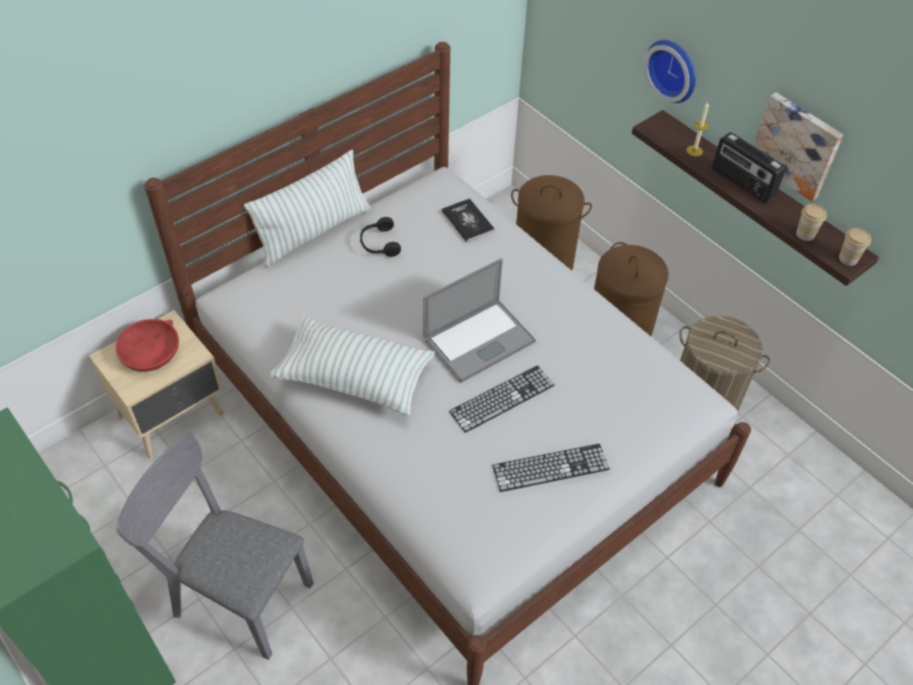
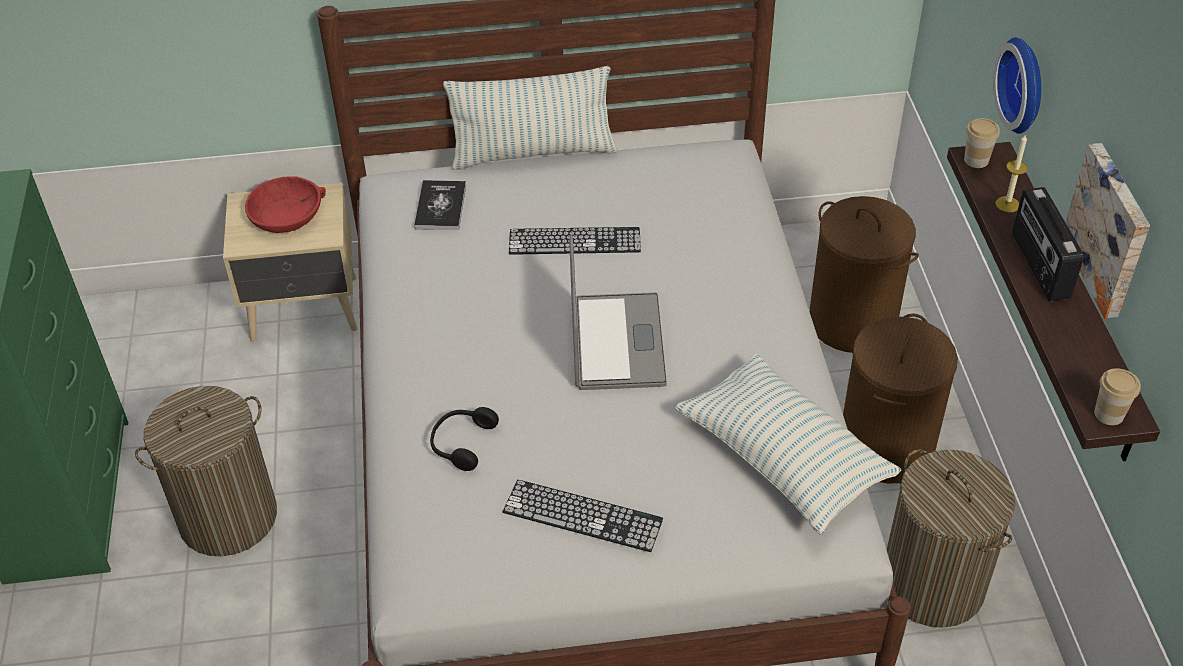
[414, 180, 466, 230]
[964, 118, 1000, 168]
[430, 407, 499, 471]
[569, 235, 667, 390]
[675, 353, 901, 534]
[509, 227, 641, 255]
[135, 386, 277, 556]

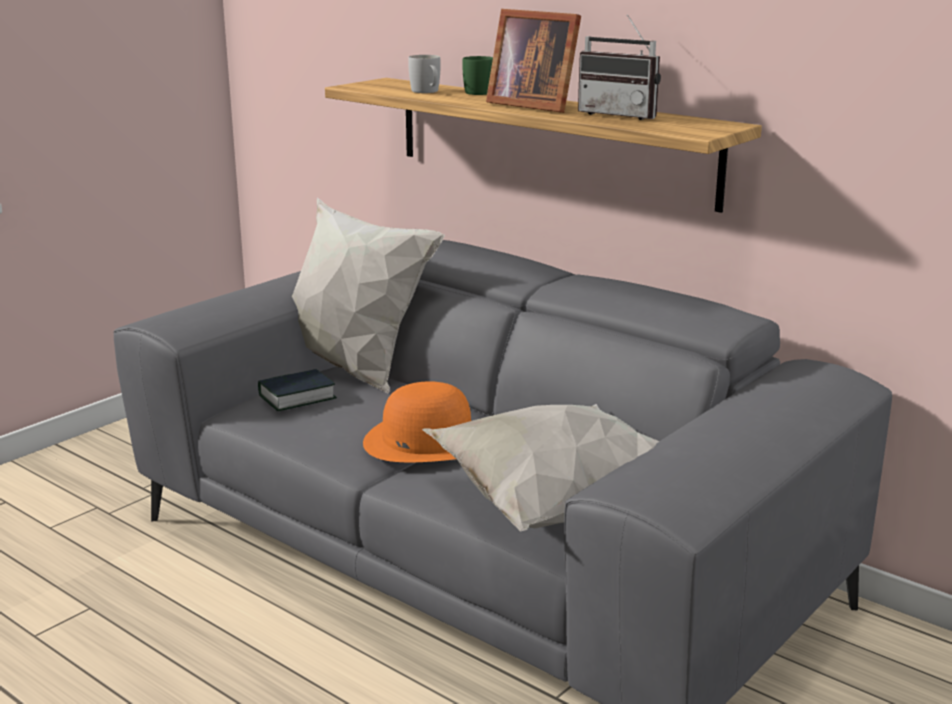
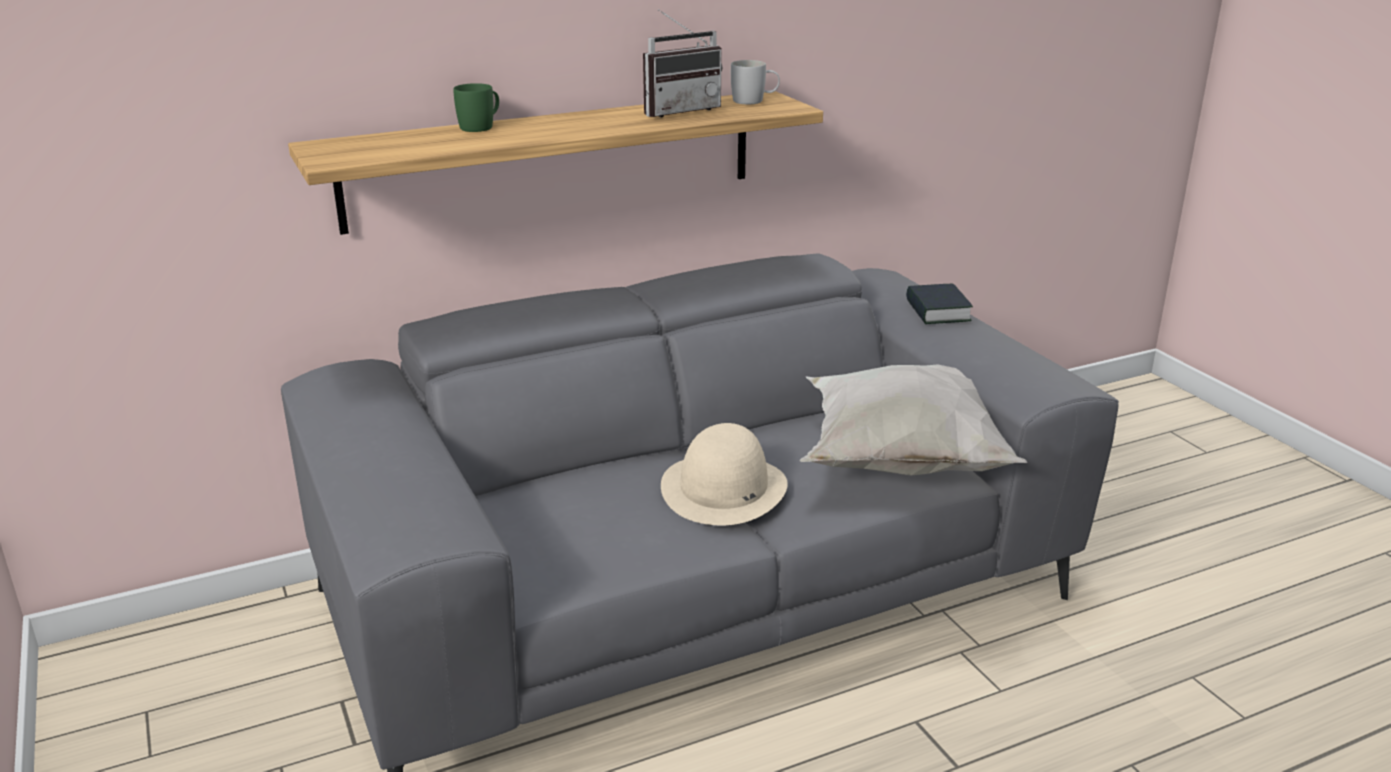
[486, 9, 581, 113] (first image)
[731, 60, 780, 104]
[292, 197, 445, 393] (first image)
[906, 284, 973, 324]
[661, 423, 788, 525]

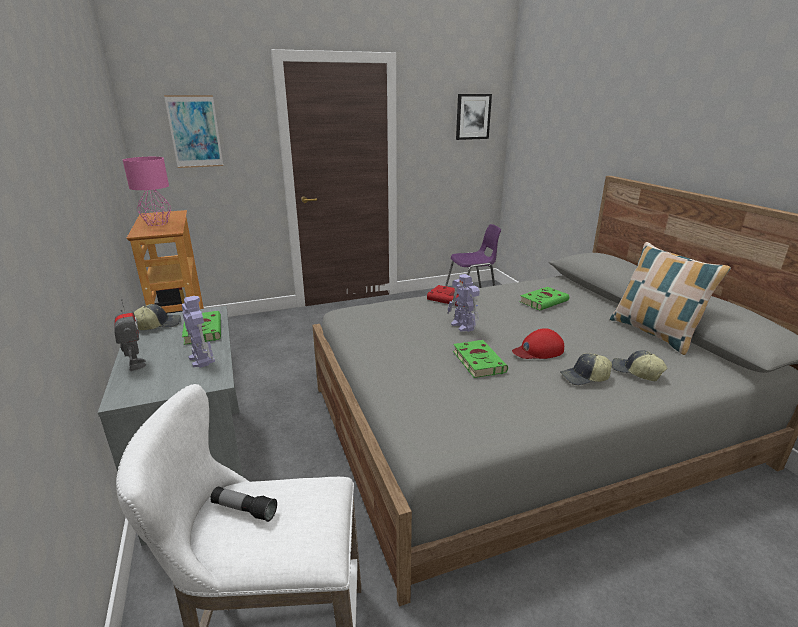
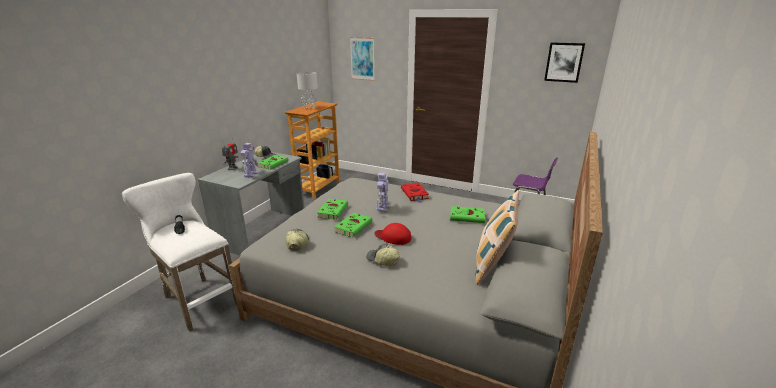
[297, 72, 318, 109]
[286, 229, 309, 250]
[317, 199, 348, 220]

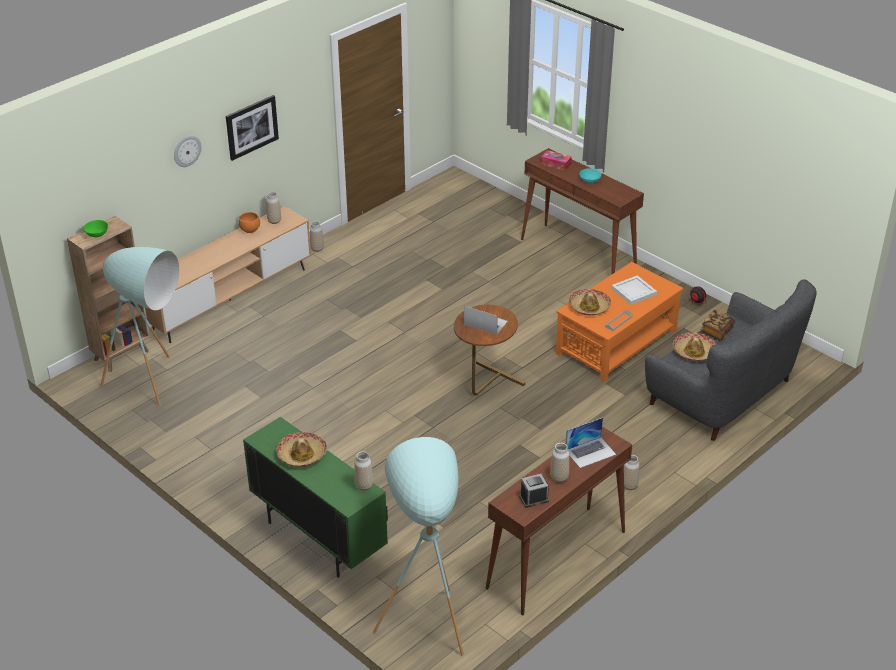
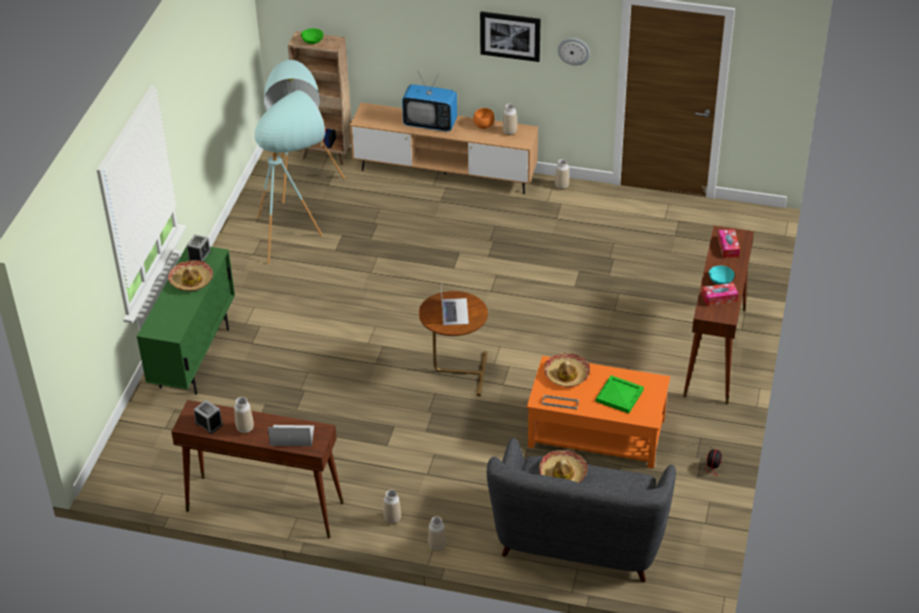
[558, 38, 590, 66]
[596, 375, 644, 414]
[701, 310, 735, 340] (first image)
[268, 425, 314, 446]
[255, 90, 325, 265]
[428, 516, 446, 551]
[402, 72, 457, 132]
[187, 235, 211, 262]
[702, 283, 738, 306]

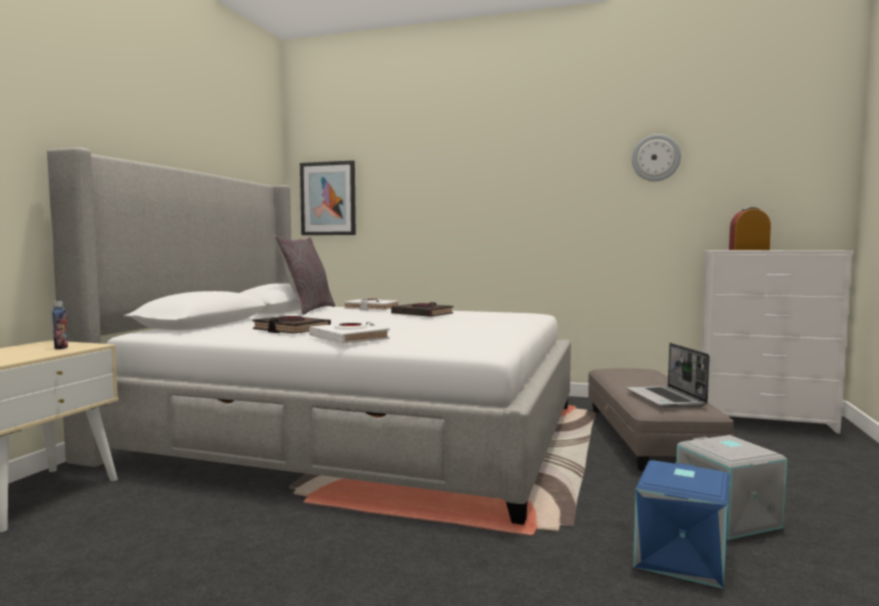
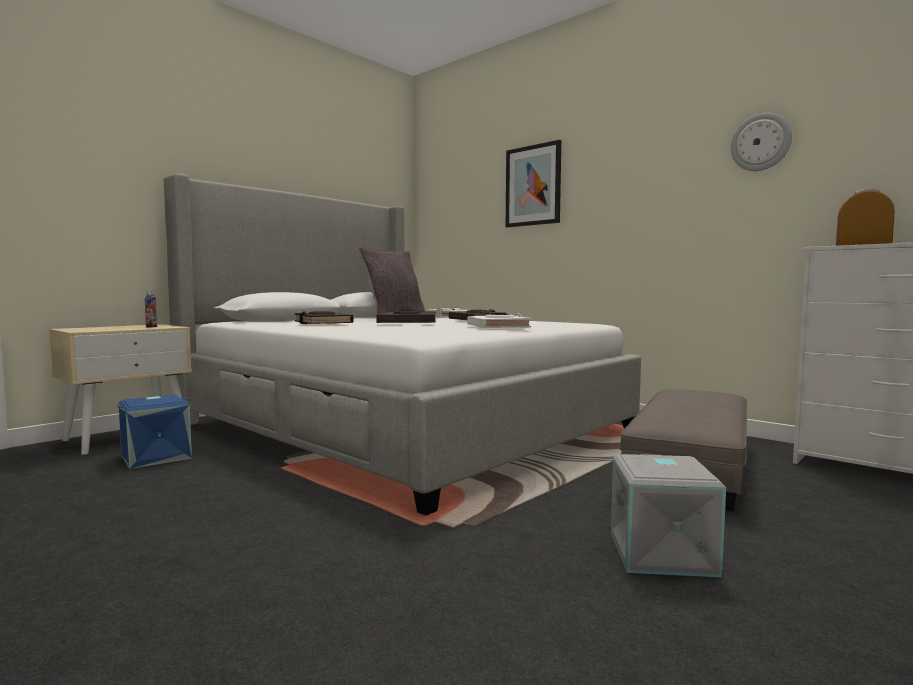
[506, 140, 561, 228]
[467, 314, 531, 328]
[626, 343, 710, 408] (first image)
[117, 394, 192, 469]
[376, 310, 435, 323]

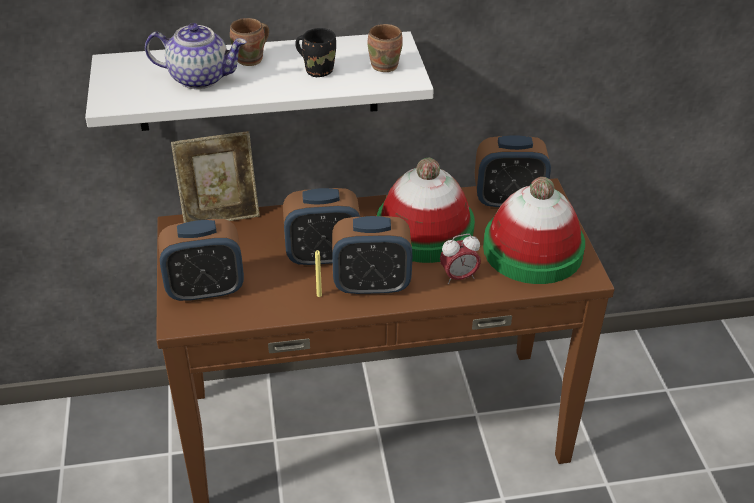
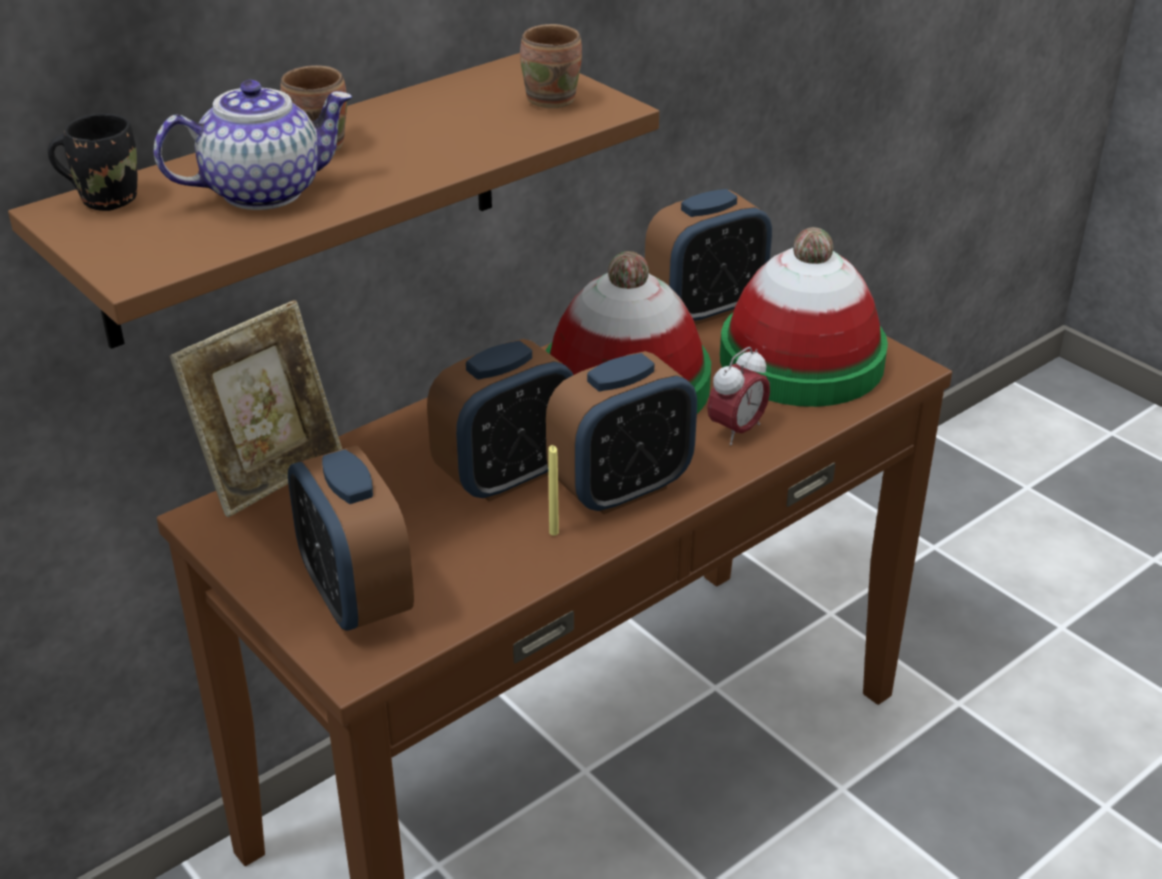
[48, 113, 138, 211]
[8, 53, 659, 349]
[288, 446, 414, 631]

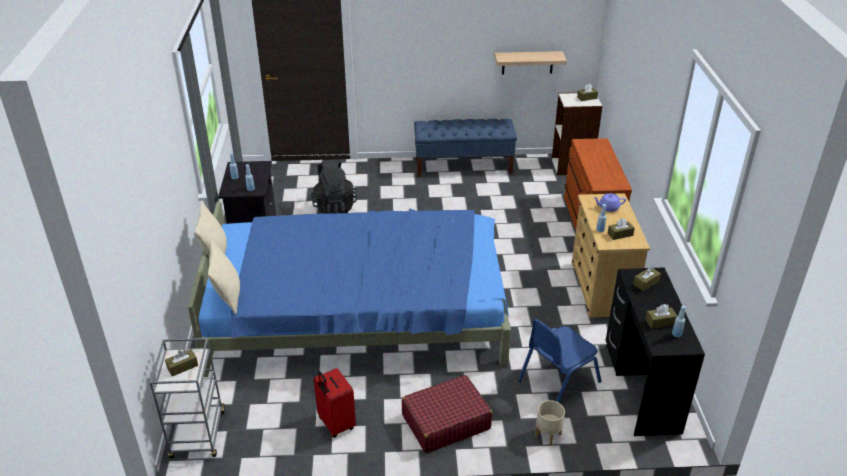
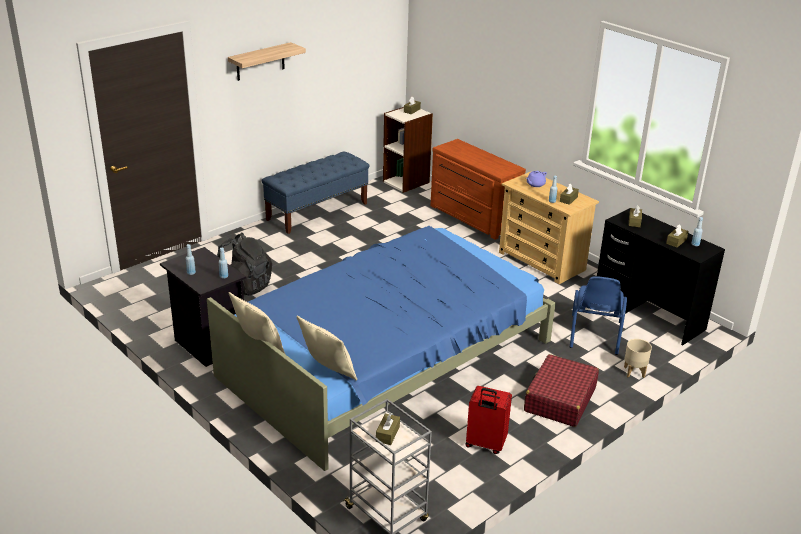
[228, 42, 306, 81]

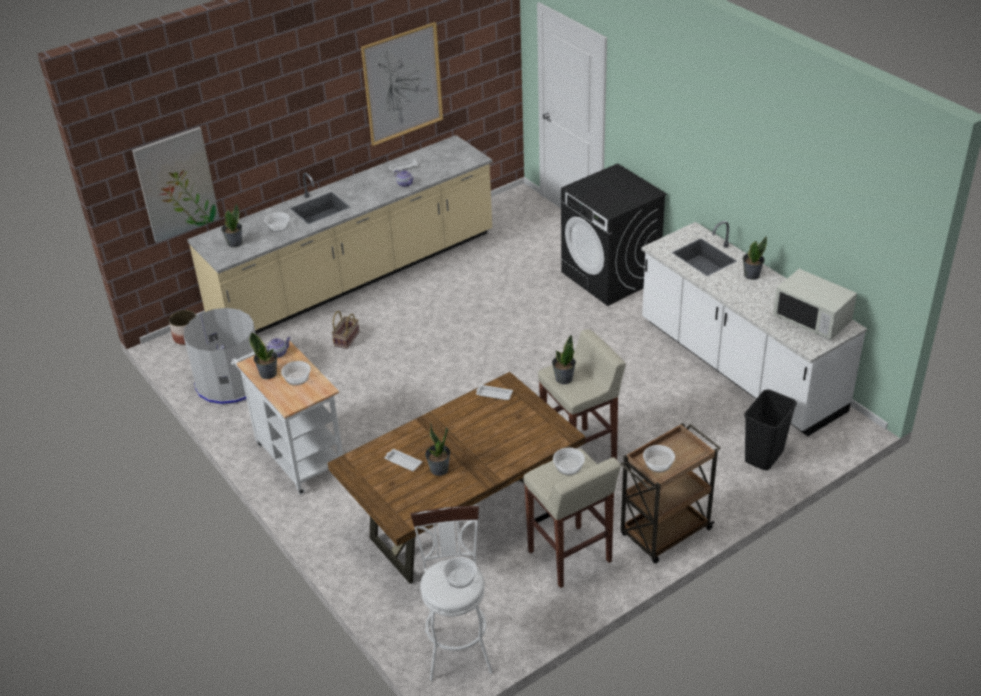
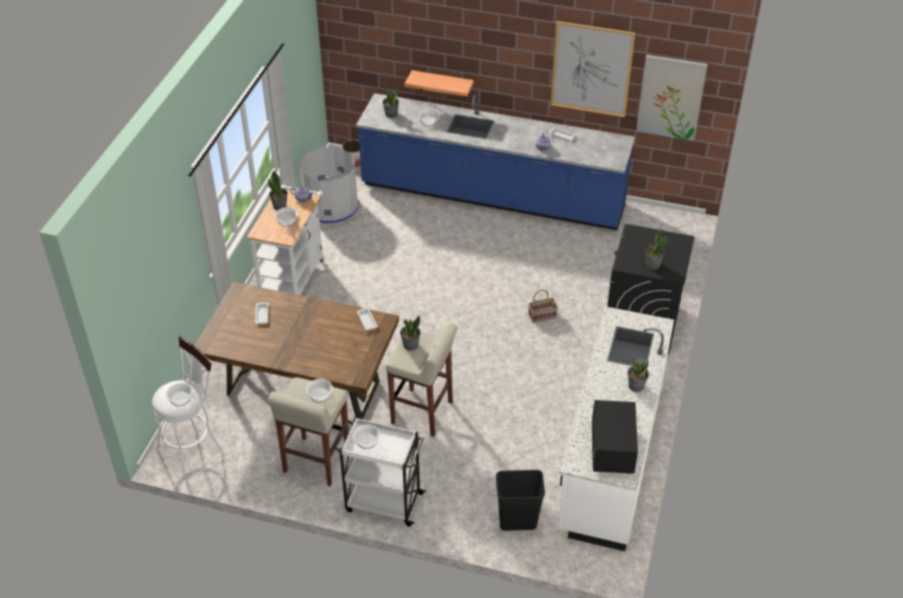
[636, 55, 708, 141]
[356, 93, 635, 230]
[592, 400, 638, 474]
[528, 290, 558, 323]
[334, 417, 426, 527]
[645, 229, 668, 270]
[404, 70, 474, 98]

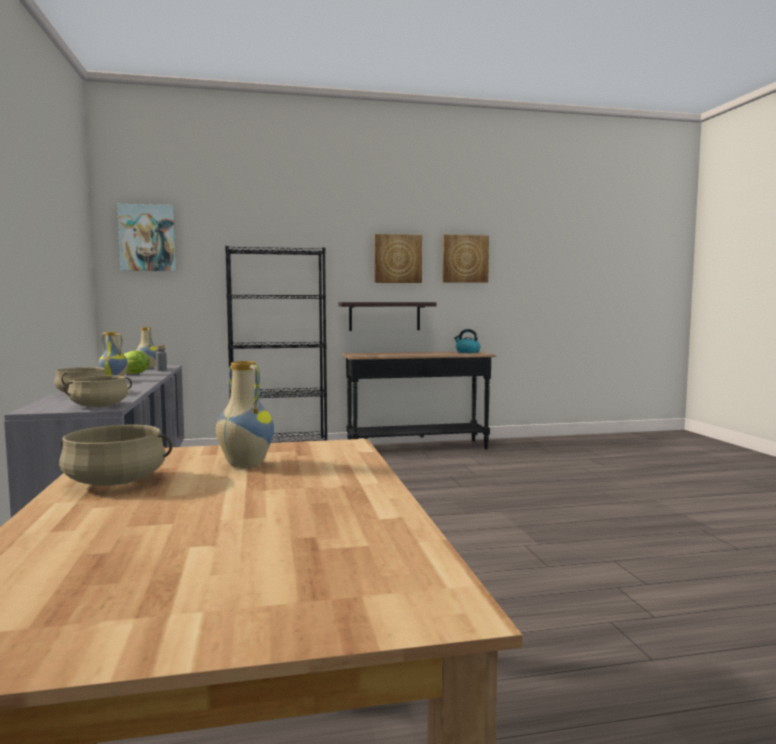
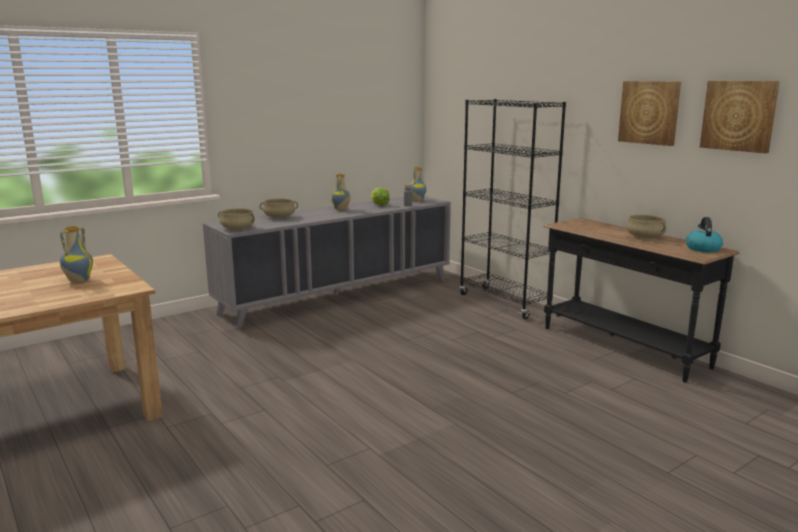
[117, 203, 176, 271] (first image)
[339, 302, 437, 331] (first image)
[626, 214, 667, 238]

